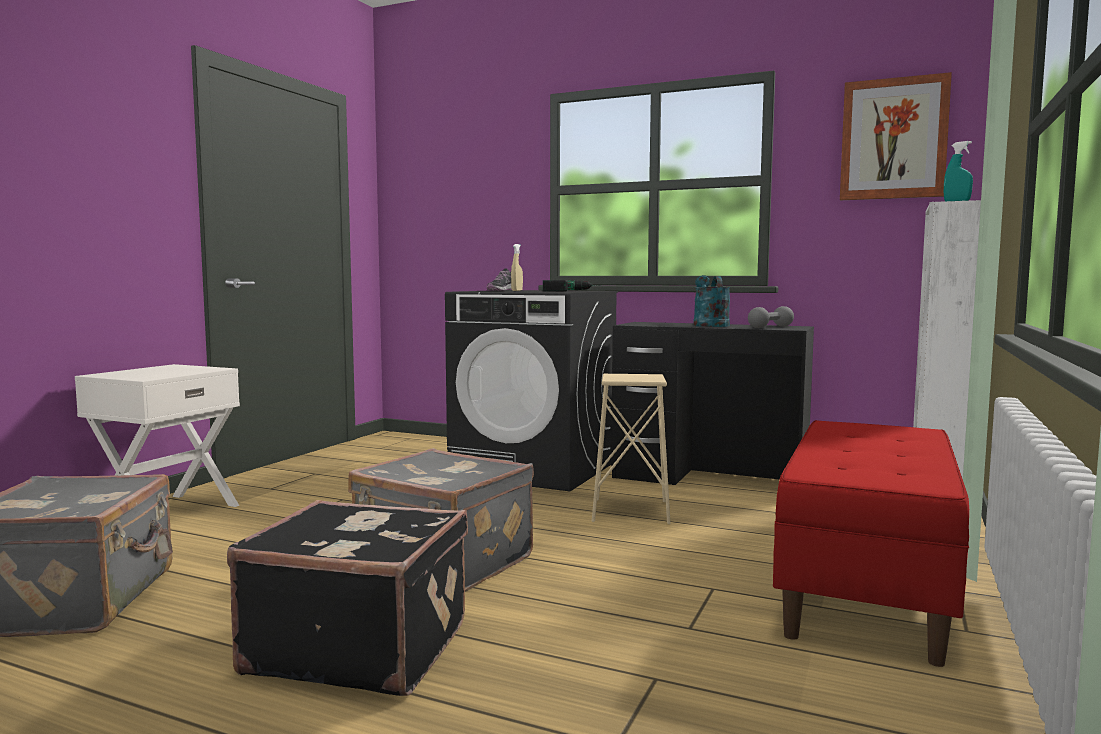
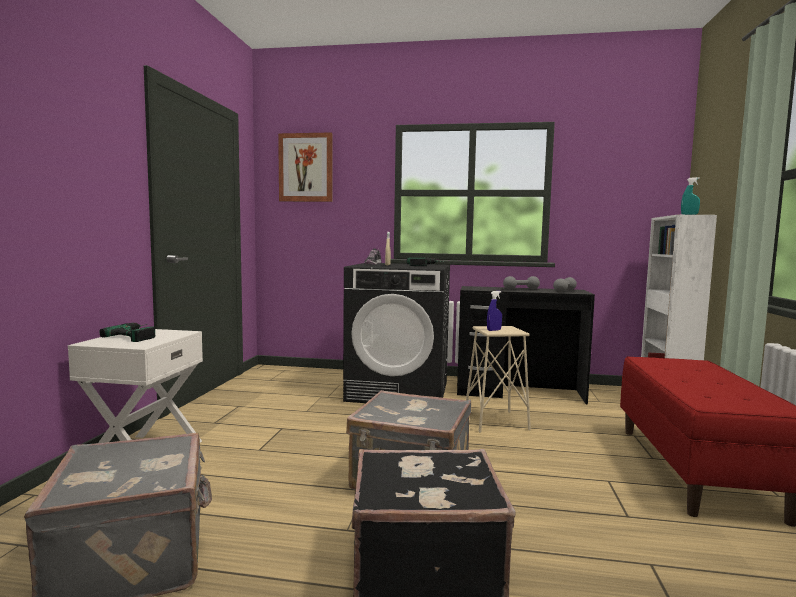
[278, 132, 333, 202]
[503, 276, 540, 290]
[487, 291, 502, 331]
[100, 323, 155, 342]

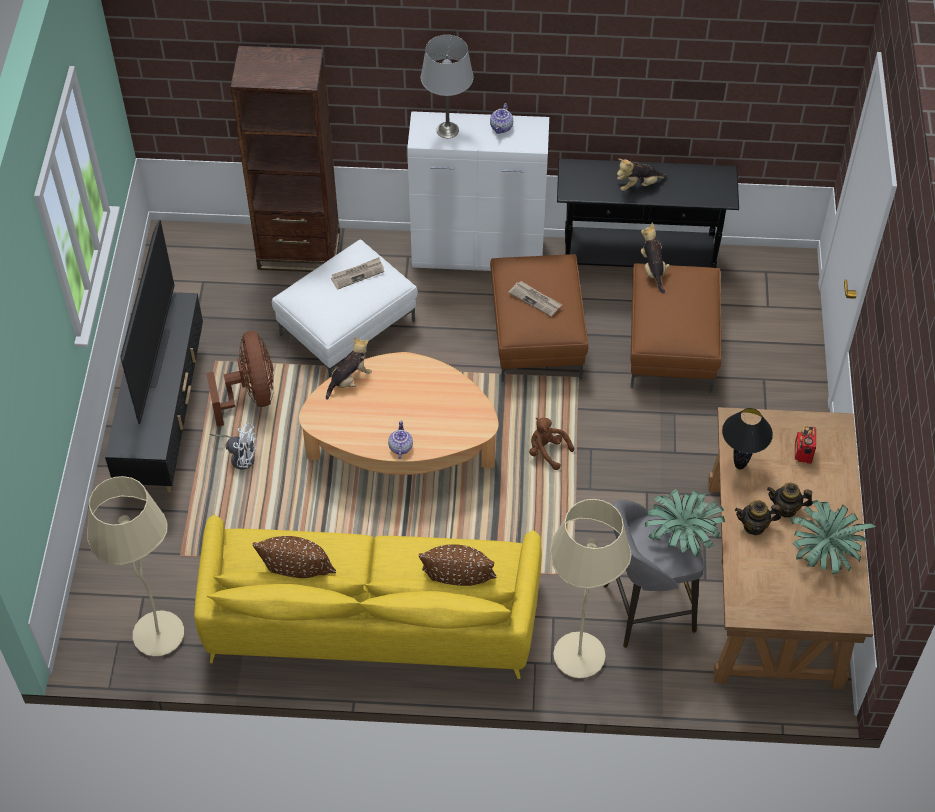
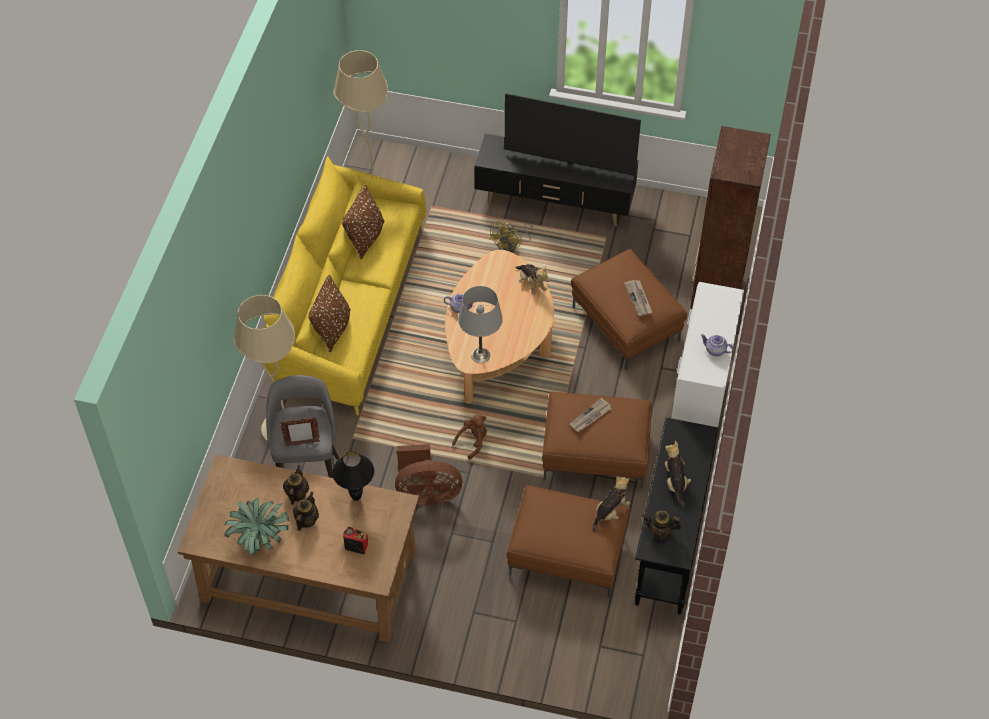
[458, 286, 503, 363]
[593, 476, 630, 532]
[571, 249, 687, 370]
[395, 444, 462, 505]
[489, 221, 533, 252]
[280, 417, 320, 446]
[643, 511, 682, 539]

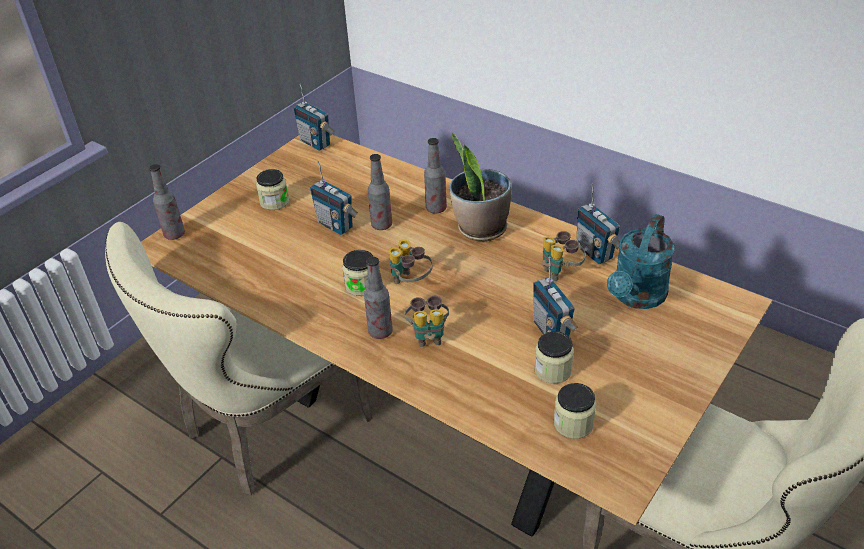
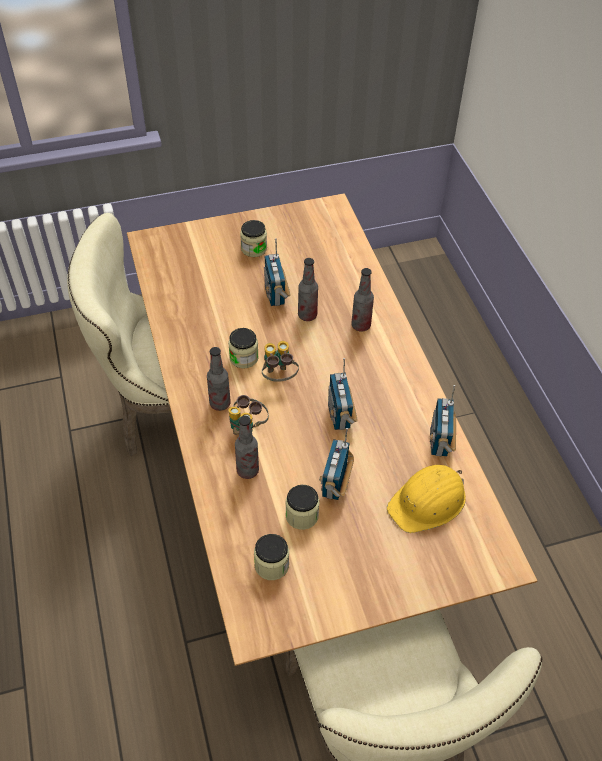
[328, 358, 358, 430]
[450, 132, 512, 242] (first image)
[235, 416, 259, 479]
[387, 465, 466, 533]
[542, 231, 586, 281] (first image)

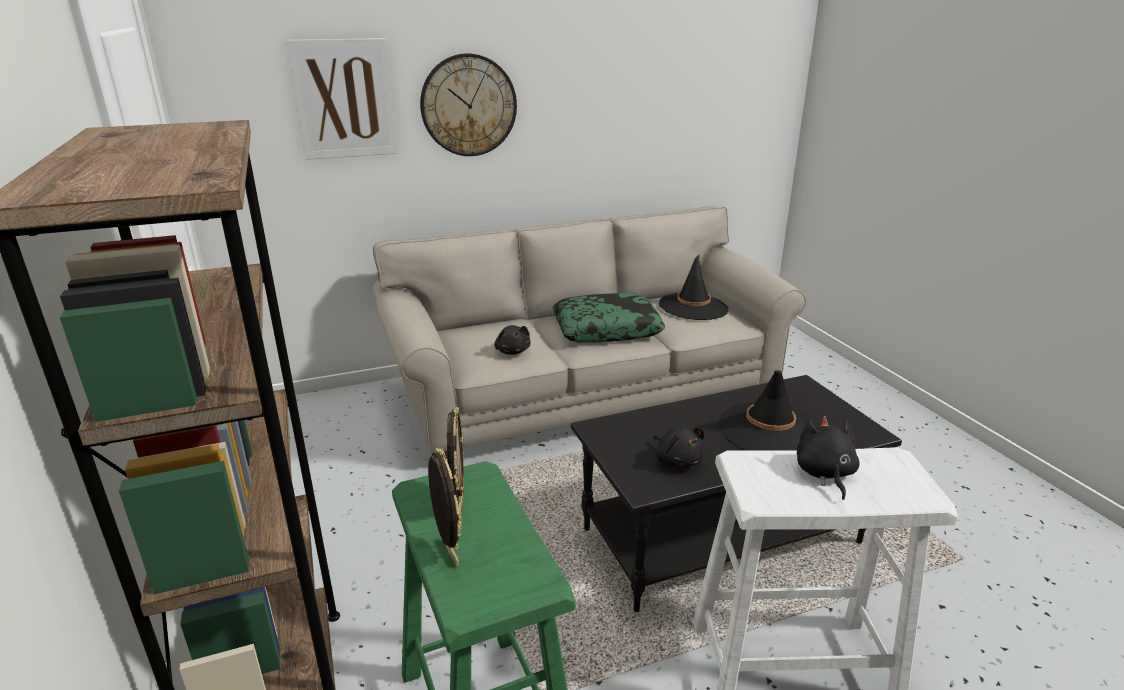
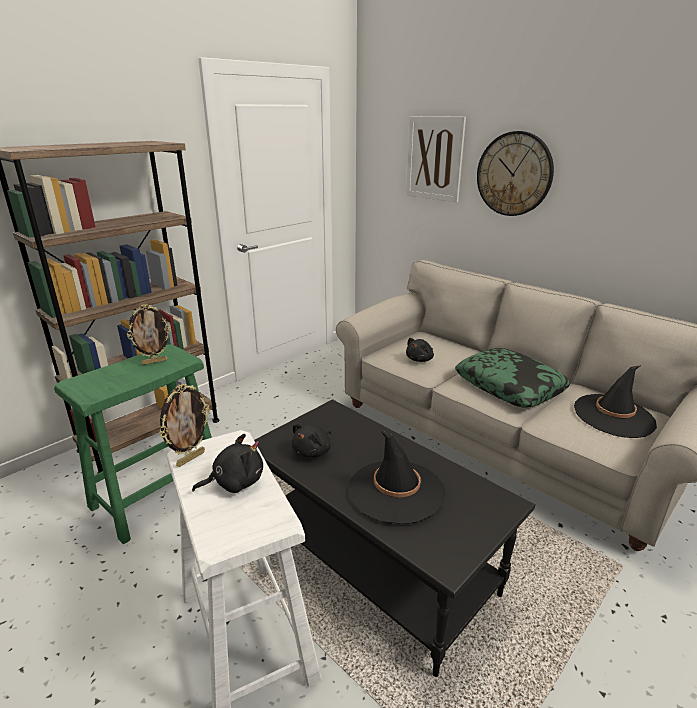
[159, 384, 210, 467]

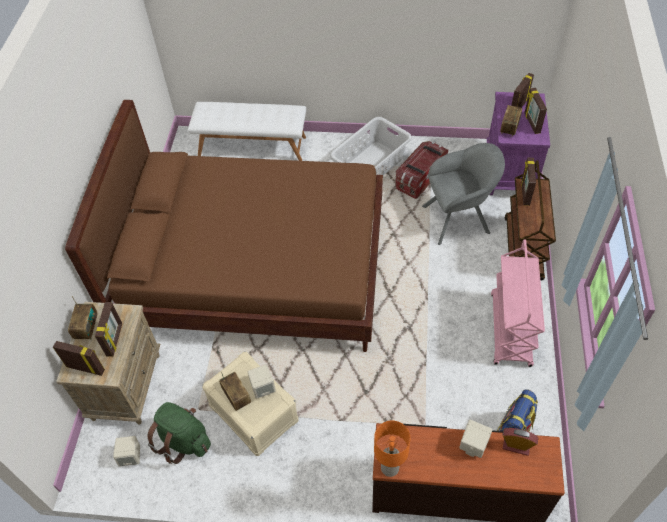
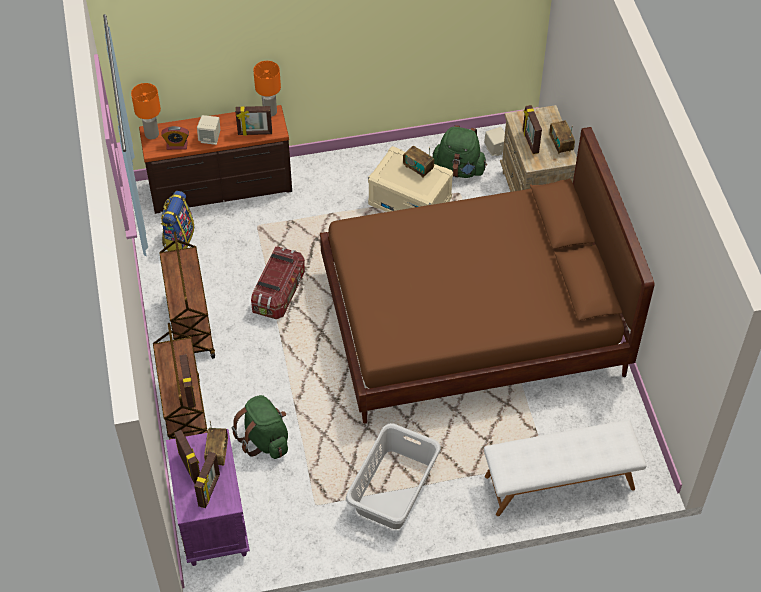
[251, 246, 305, 319]
[232, 395, 288, 459]
[159, 231, 215, 359]
[235, 106, 272, 136]
[248, 365, 276, 399] (first image)
[131, 83, 161, 139]

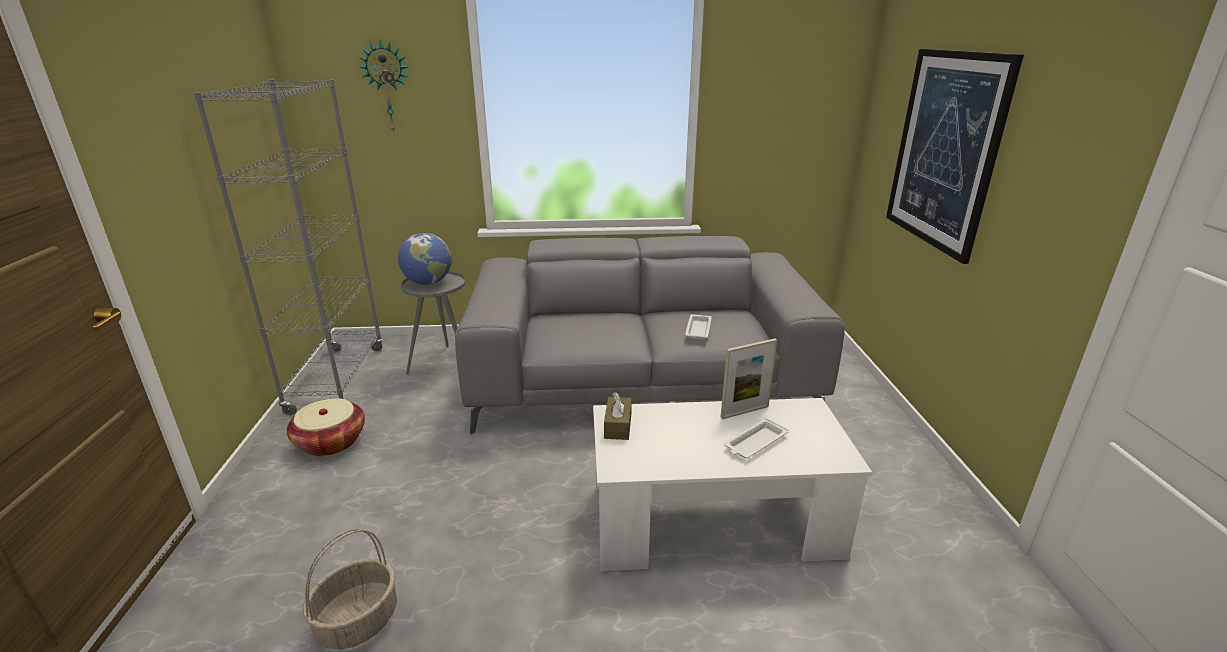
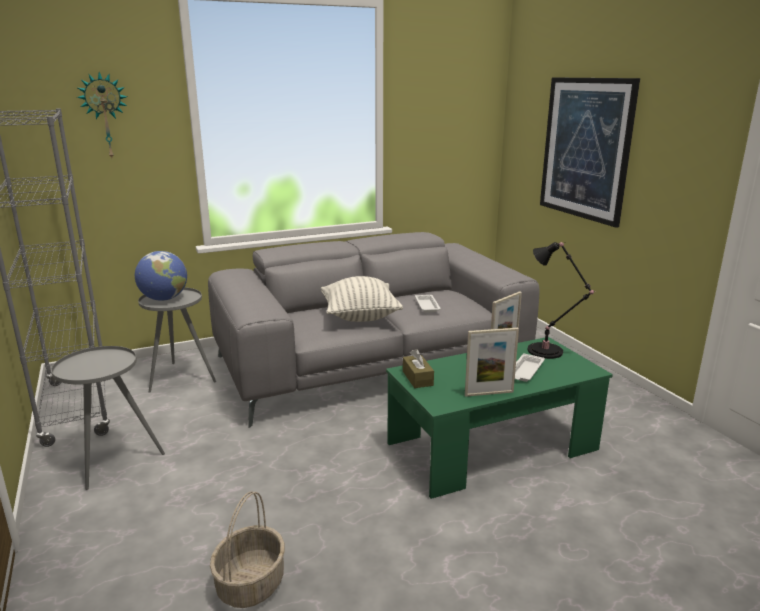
[51, 346, 165, 490]
[386, 337, 613, 499]
[528, 242, 595, 359]
[321, 276, 403, 322]
[465, 328, 519, 396]

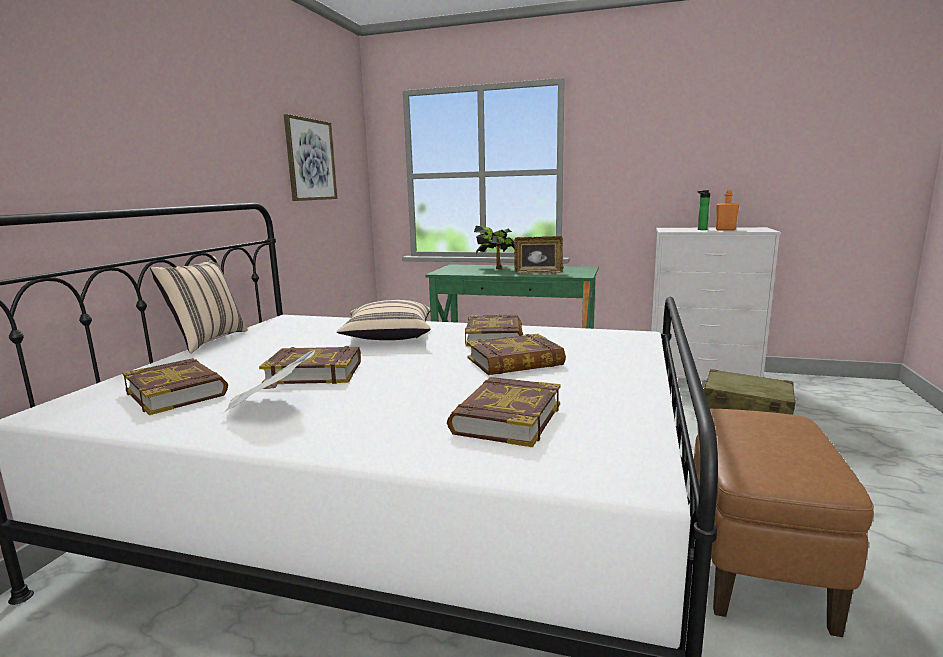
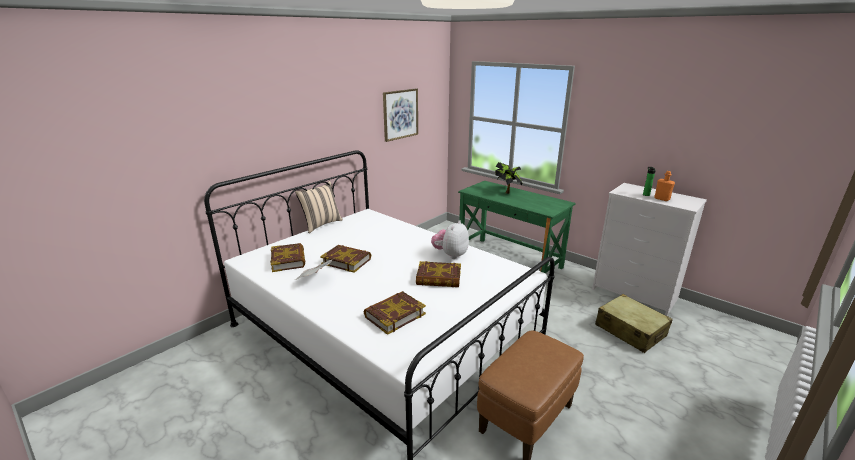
[514, 236, 563, 274] (first image)
[337, 300, 431, 340] (first image)
[431, 220, 469, 259]

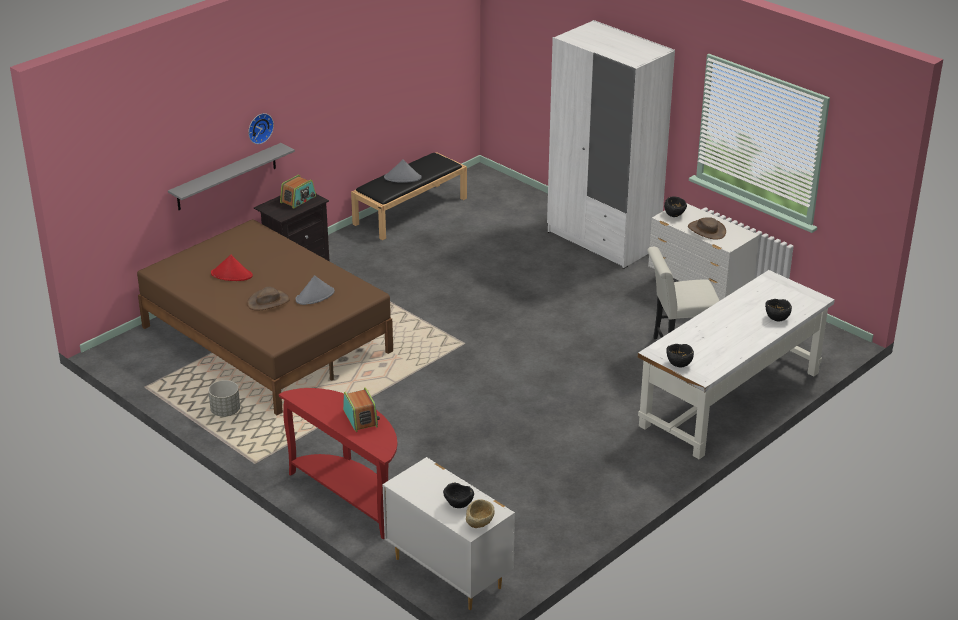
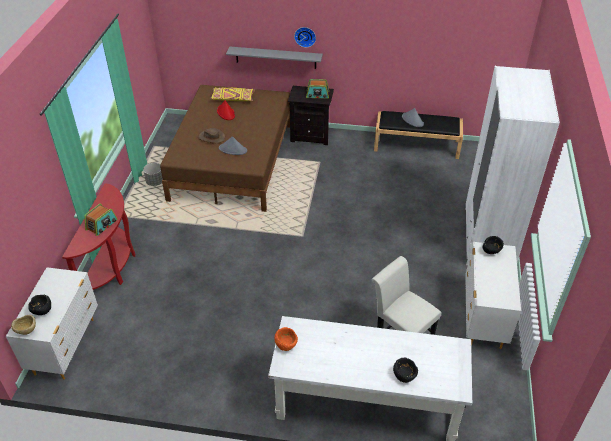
[688, 217, 726, 240] (first image)
[274, 327, 298, 351]
[210, 87, 255, 101]

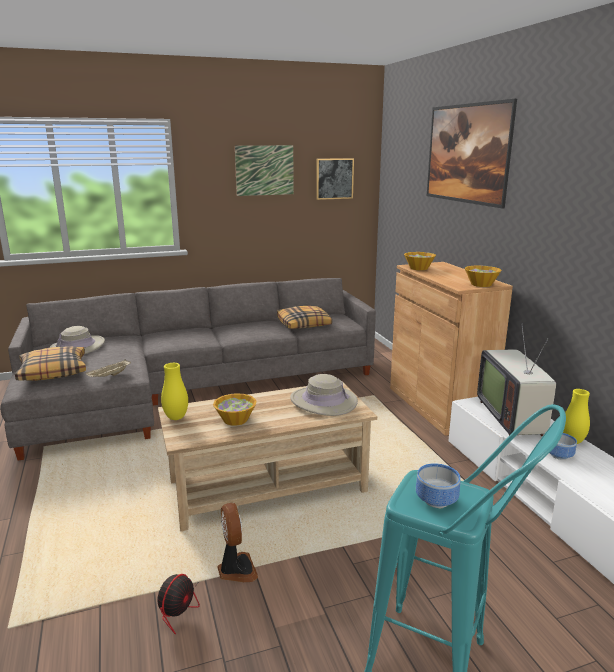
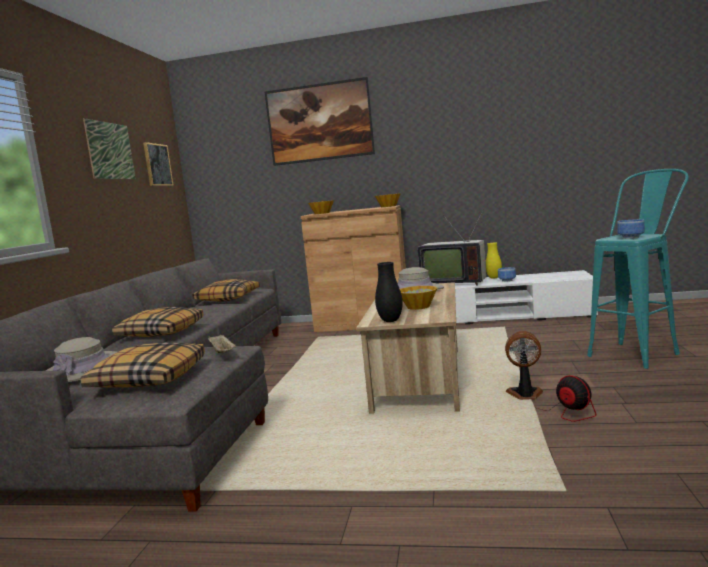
[375, 262, 403, 322]
[112, 307, 203, 337]

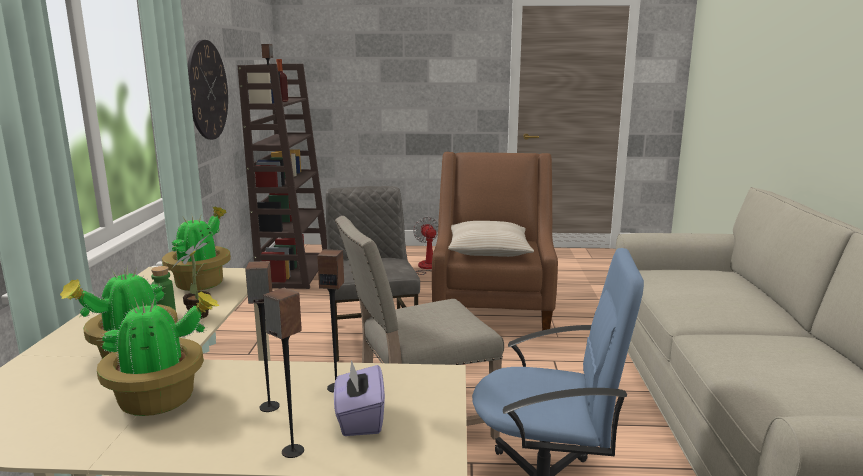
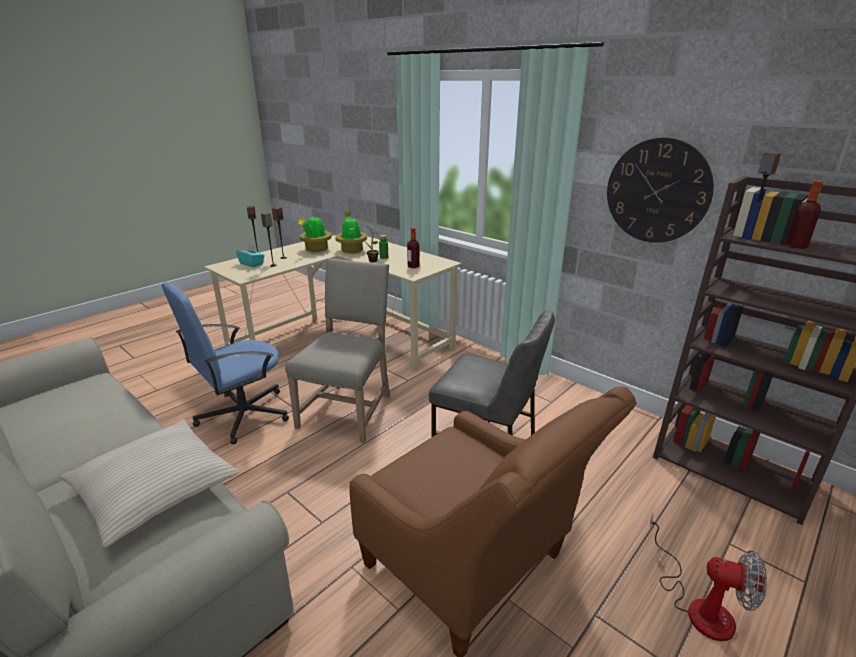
[407, 227, 420, 268]
[60, 419, 239, 548]
[236, 244, 265, 267]

